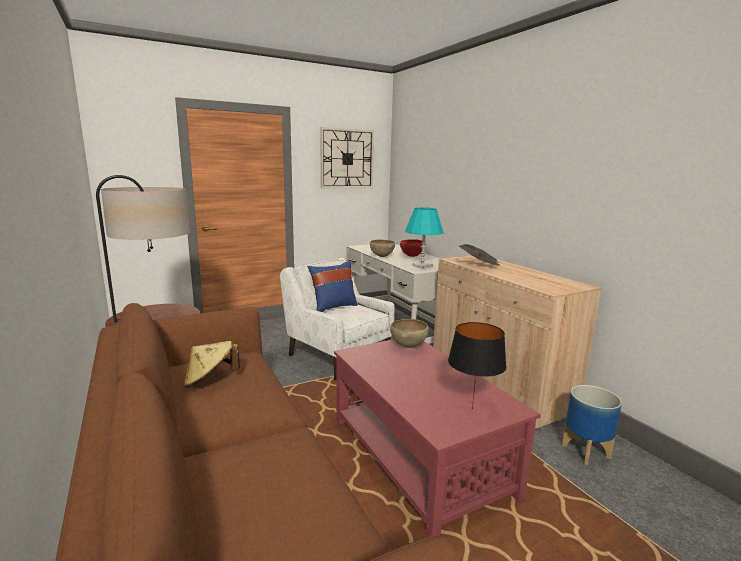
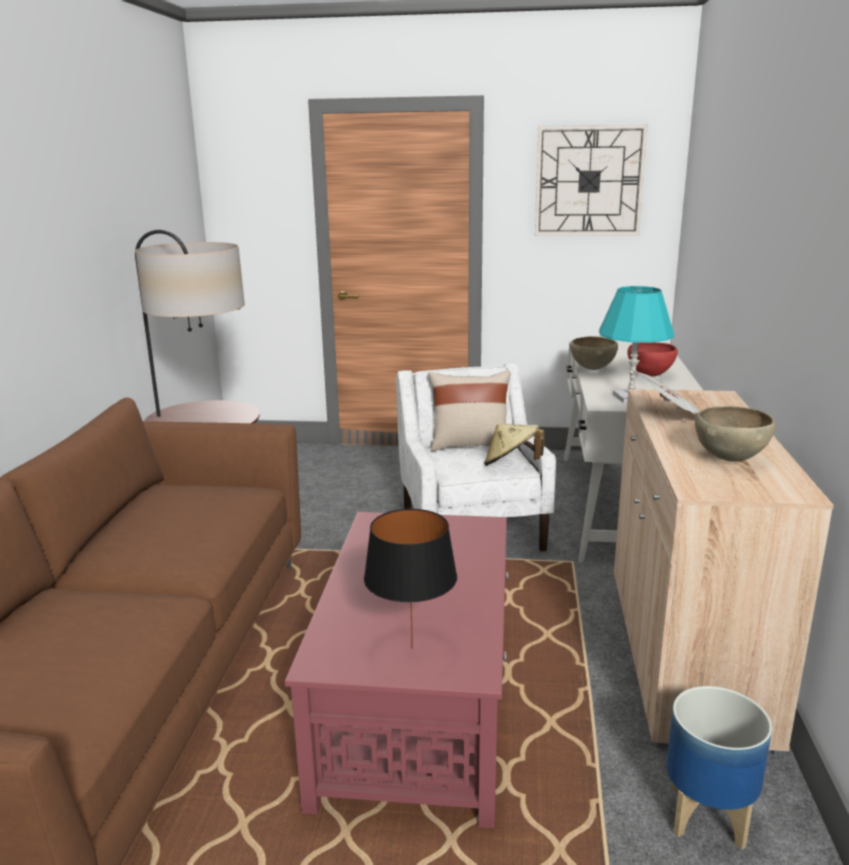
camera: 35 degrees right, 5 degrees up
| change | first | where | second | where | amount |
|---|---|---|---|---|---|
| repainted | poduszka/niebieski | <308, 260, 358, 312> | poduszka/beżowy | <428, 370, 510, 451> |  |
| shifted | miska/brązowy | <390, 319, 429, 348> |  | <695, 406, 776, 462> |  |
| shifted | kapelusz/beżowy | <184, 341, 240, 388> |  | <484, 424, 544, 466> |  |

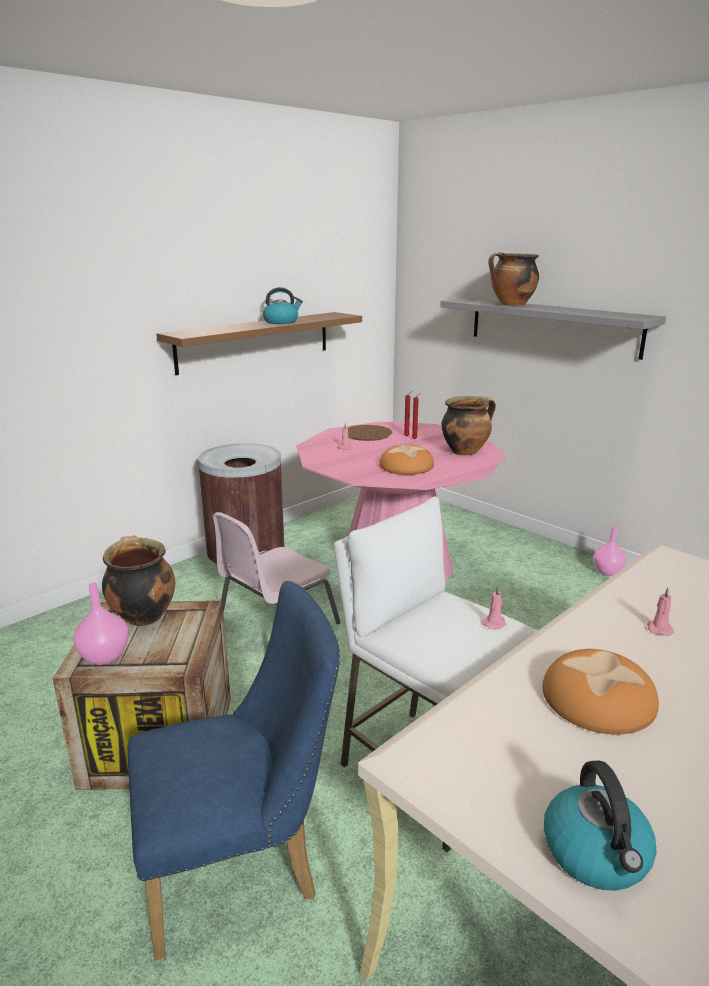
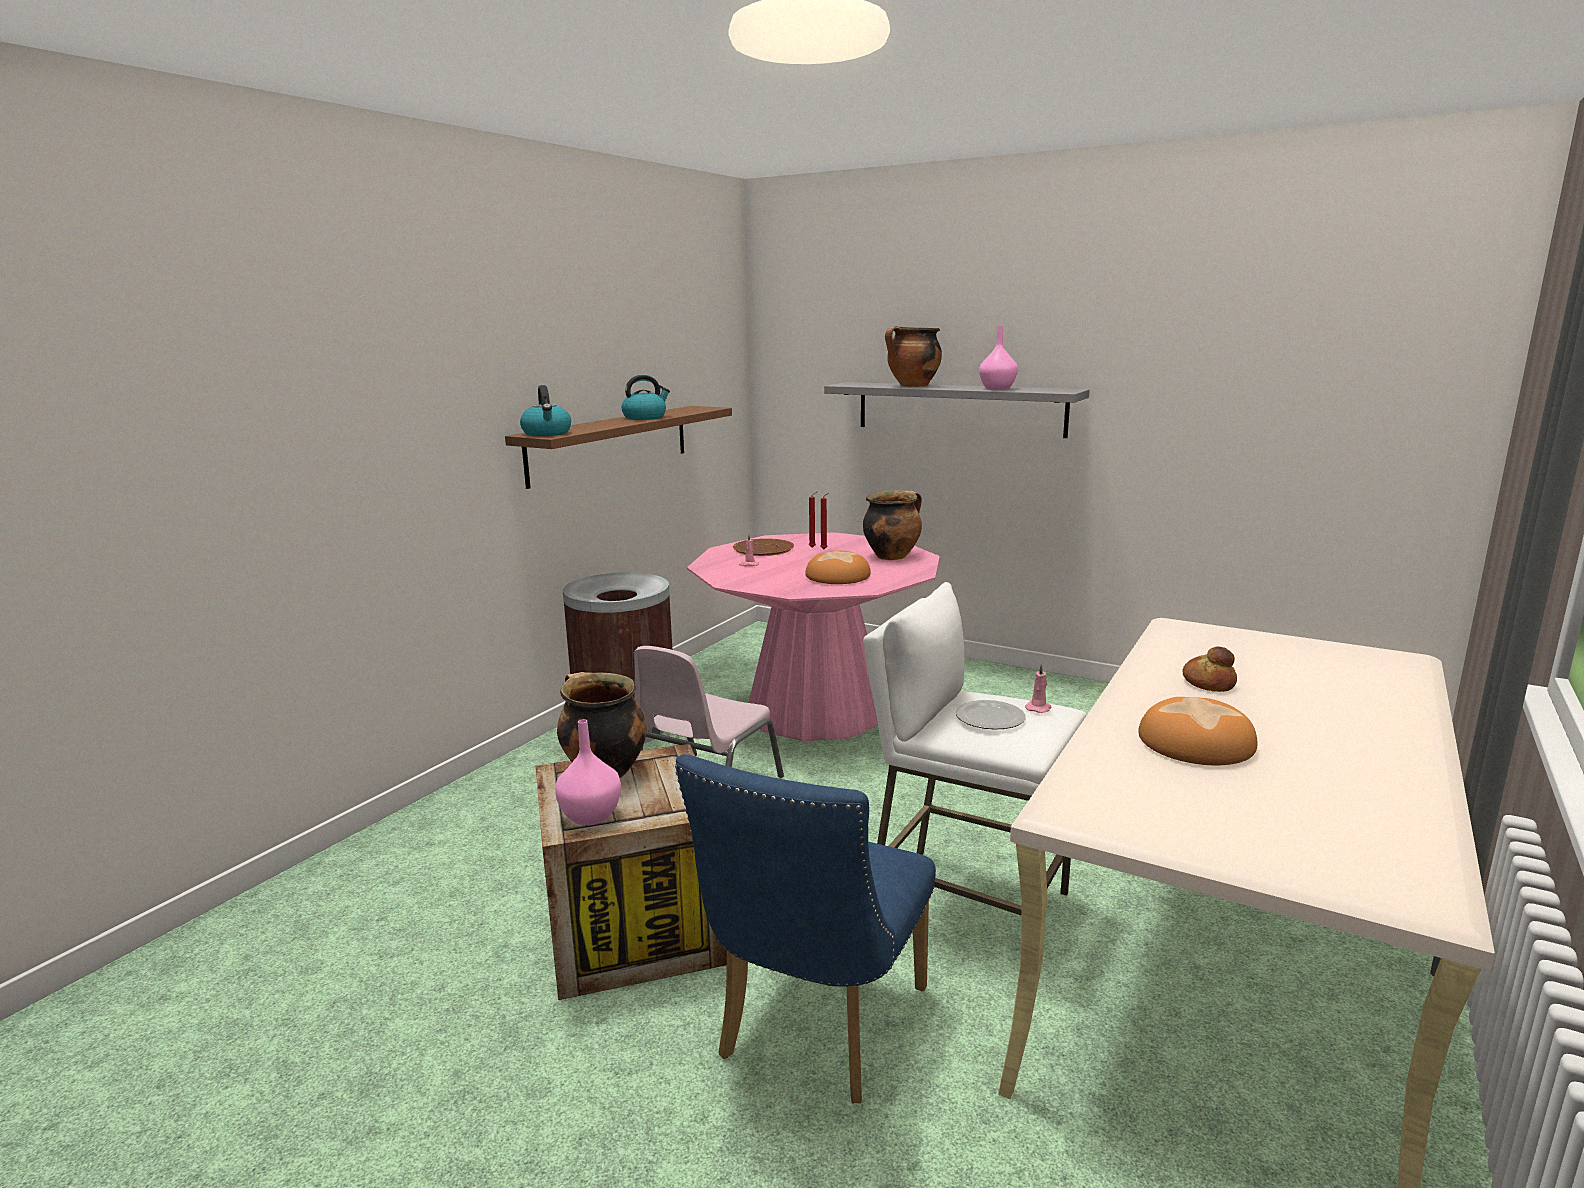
camera: 15 degrees left, 5 degrees down
| change | first | where | second | where | amount |
|---|---|---|---|---|---|
| shifted | wazon/różowy | <593, 526, 626, 576> |  | <979, 326, 1018, 390> |  |
| rotated | krzesło/niebieski | <128, 581, 340, 960> |  | <675, 754, 936, 1103> | 150 degrees clockwise |
| swapped | świeca/różowy | <647, 588, 674, 636> | chleb | <1182, 647, 1237, 692> |  |
| shifted | czajnik | <544, 761, 657, 891> |  | <520, 385, 571, 436> |  |
| new |  |  | talerz | <956, 700, 1026, 729> |  |

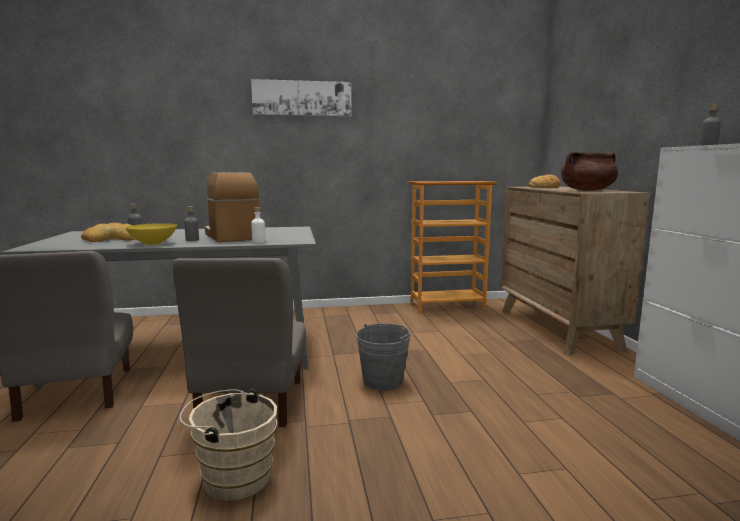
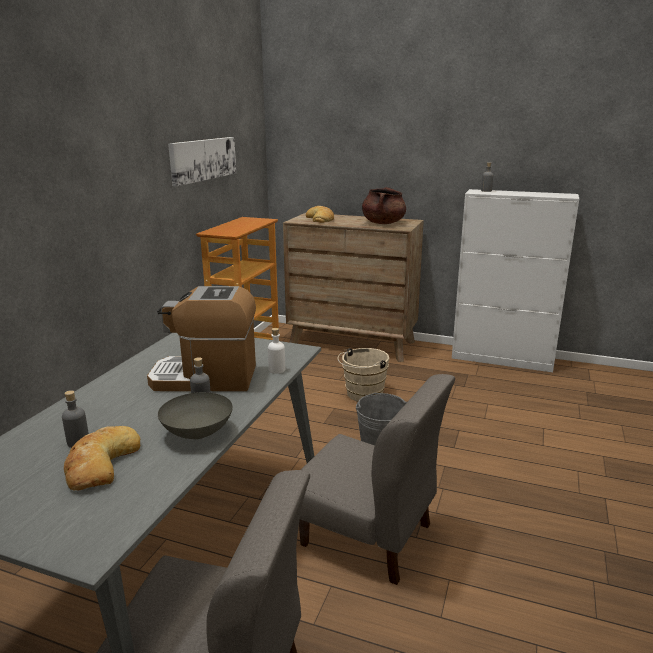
camera: 60 degrees left, 10 degrees up
| change | first | where | second | where | amount |
|---|---|---|---|---|---|
| shifted | obraz | <251, 79, 351, 116> |  | <168, 137, 236, 186> |  |
| repainted | miska/żółty | <125, 223, 177, 245> | miska/szary | <158, 392, 233, 439> |  |
| shifted | wiadro/beżowy | <179, 389, 277, 501> |  | <338, 348, 389, 402> |  |

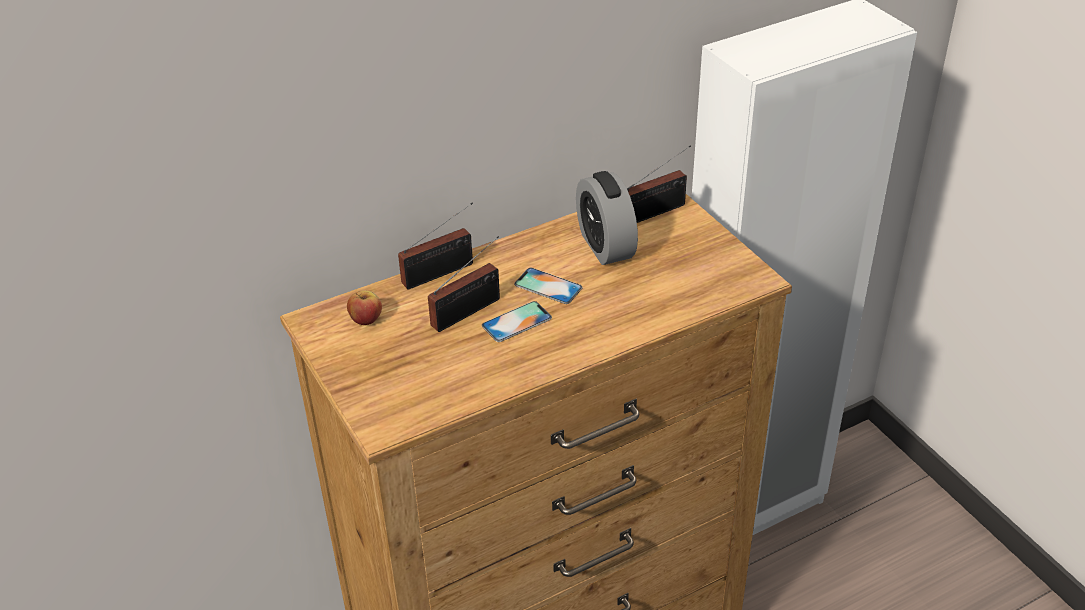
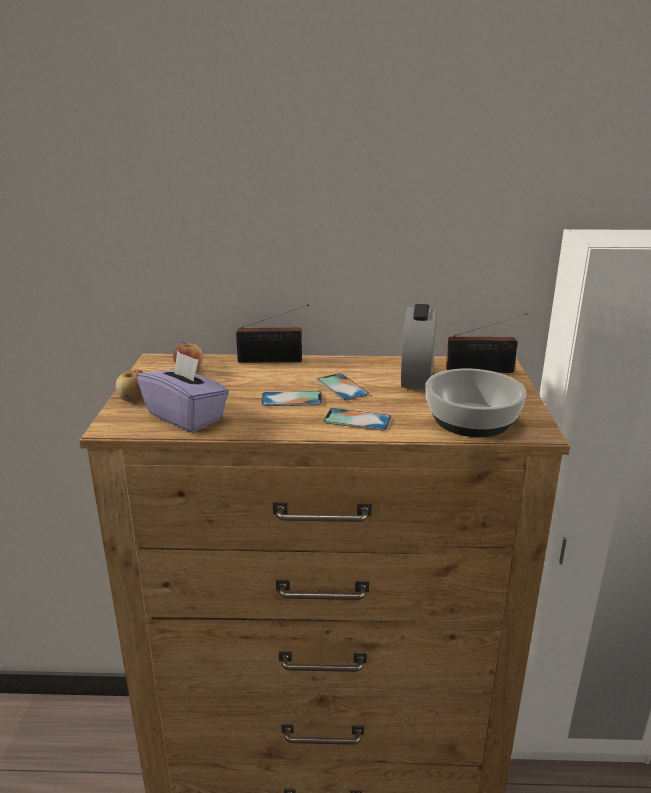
camera: 30 degrees right, 15 degrees down
| change | first | where | second | where | amount |
|---|---|---|---|---|---|
| gone | radio | <428, 236, 500, 332> |  |  |  |
| new |  |  | pudełko chusteczek/fioletowy | <137, 351, 229, 432> |  |
| new |  |  | miska | <425, 368, 526, 437> |  |
| new |  |  | jabłko | <116, 370, 144, 402> |  |
| new |  |  | telefon | <323, 408, 392, 431> |  |

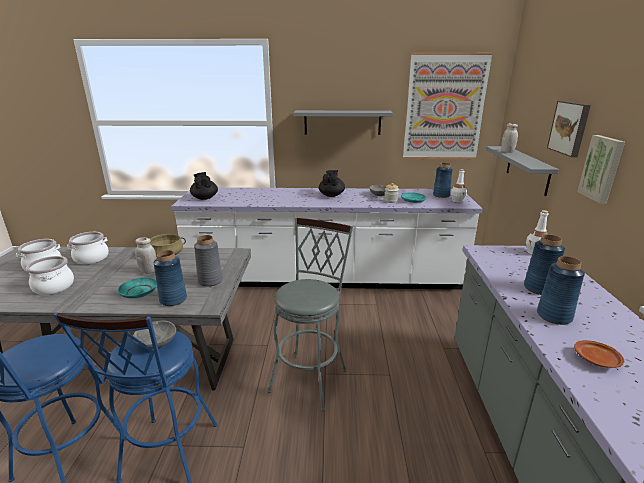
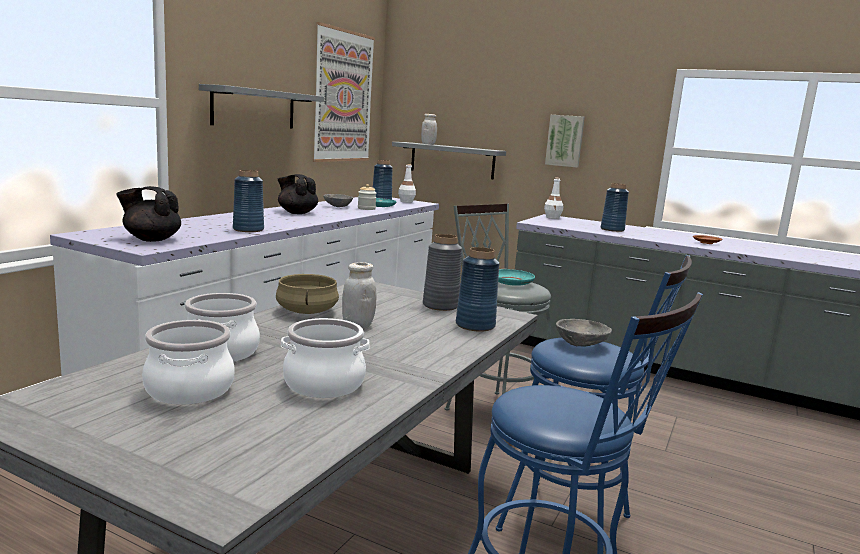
camera: 65 degrees left, 10 degrees down
| change | first | where | second | where | amount |
|---|---|---|---|---|---|
| gone | obraz | <547, 101, 591, 157> |  |  |  |
| shifted | wazon/niebieski | <537, 256, 585, 325> |  | <233, 170, 264, 232> |  |
| shifted | talerz/turkusowy | <118, 277, 157, 298> |  | <498, 269, 535, 286> |  |

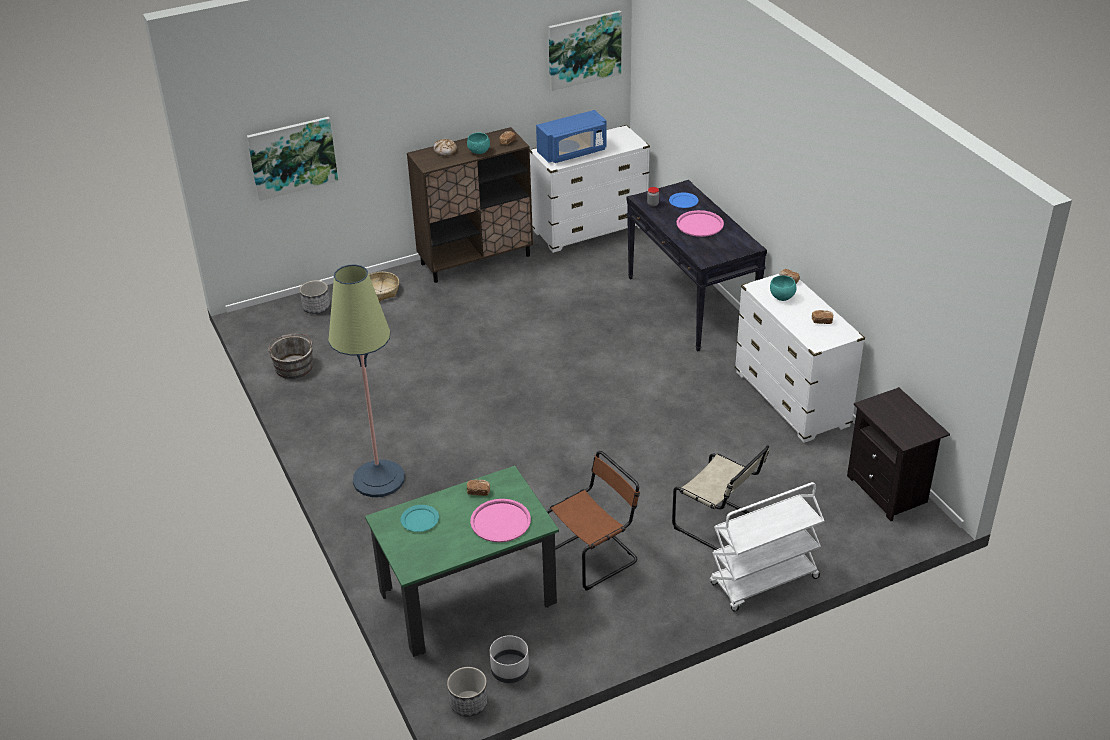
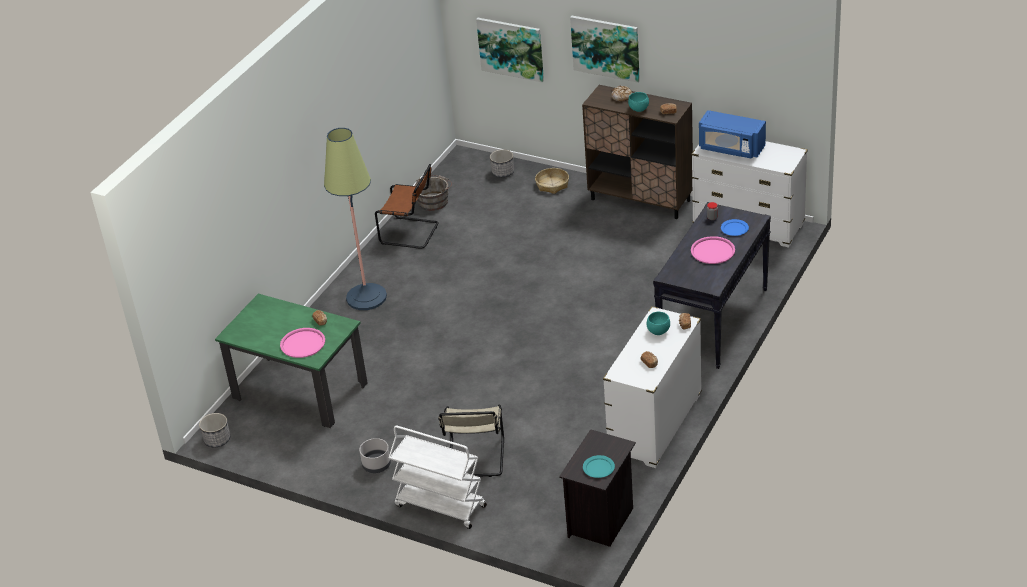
camera: 55 degrees right, 0 degrees up
| change | first | where | second | where | amount |
|---|---|---|---|---|---|
| shifted | obraz | <548, 11, 622, 91> |  | <570, 16, 640, 83> |  |
| shifted | krzesło/brązowy | <547, 451, 640, 591> |  | <375, 164, 439, 249> |  |
| shifted | talerz/turkusowy | <401, 505, 439, 532> |  | <583, 455, 615, 478> |  |
| shifted | donica/szary | <490, 635, 529, 683> |  | <359, 438, 391, 473> |  |

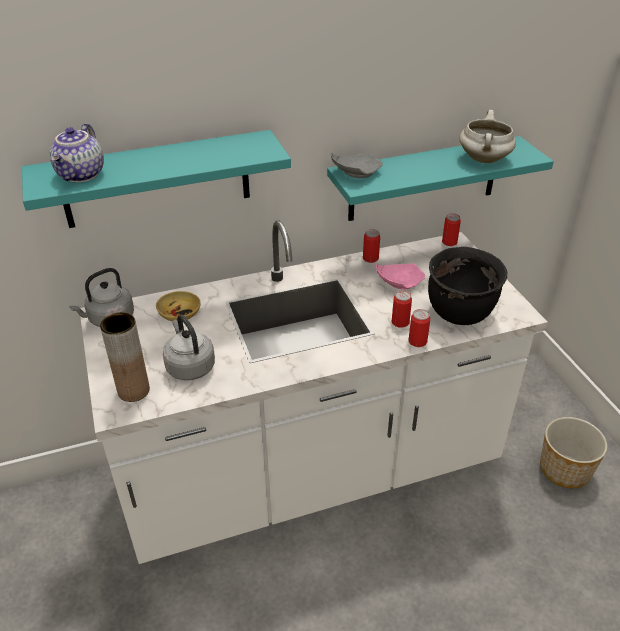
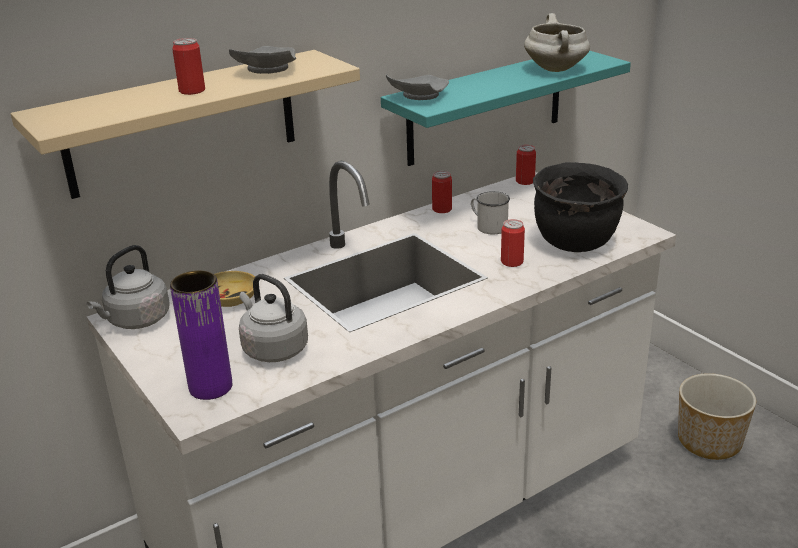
camera: 15 degrees left, 10 degrees down
| change | first | where | second | where | amount |
|---|---|---|---|---|---|
| gone | imbryk | <50, 123, 104, 182> |  |  |  |
| repainted | półka/turkusowy | <22, 130, 291, 228> | półka/beżowy | <11, 50, 360, 199> |  |
| swapped | talerz/różowy | <376, 263, 425, 290> | kubek/biały | <471, 191, 510, 235> |  |
| shifted | puszka | <409, 309, 430, 347> |  | <172, 38, 205, 95> |  |
| repainted | wazon/brązowy | <100, 312, 150, 402> | wazon/fioletowy | <170, 270, 232, 400> |  |
| new |  |  | talerz/szary | <229, 46, 296, 74> |  |

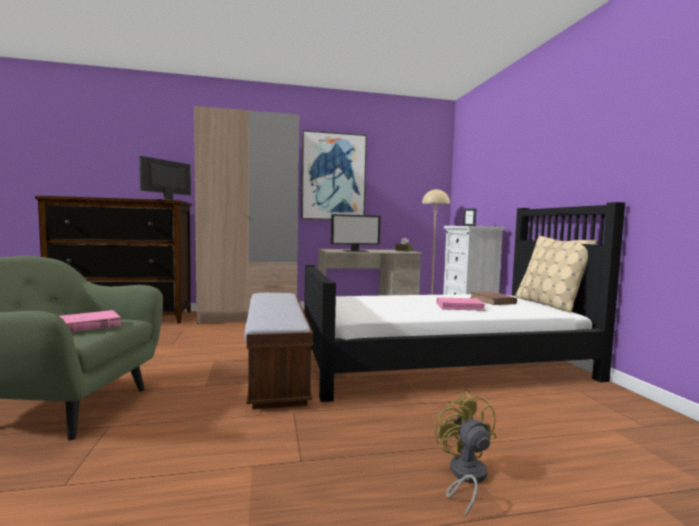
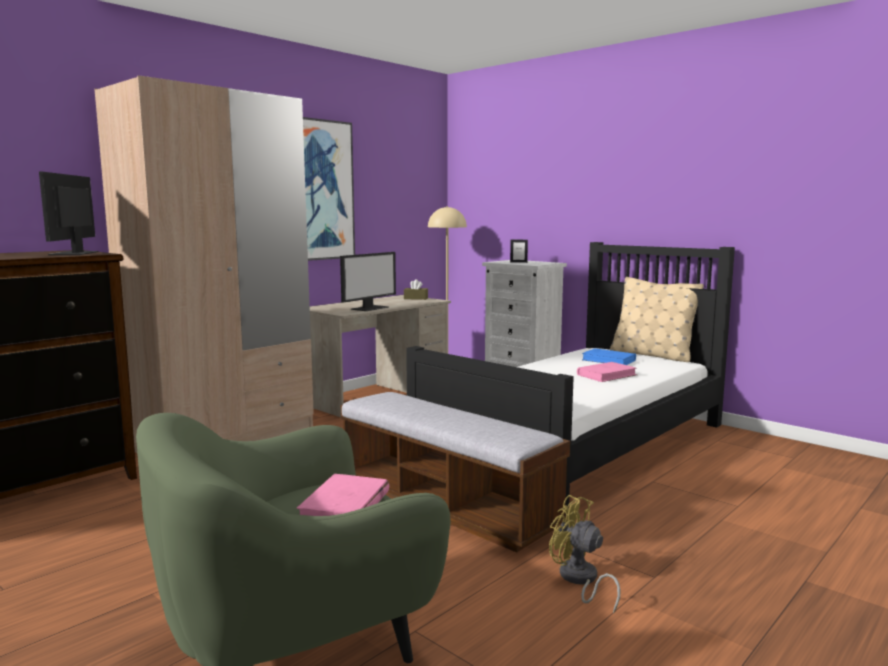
camera: 35 degrees left, 5 degrees up
| change | first | where | second | where | amount |
|---|---|---|---|---|---|
| repainted | książka/brązowy | <470, 291, 517, 305> | książka/niebieski | <582, 348, 636, 365> |  |
| shifted | wentylator/żółty | <435, 391, 496, 517> |  | <549, 495, 620, 614> |  |

